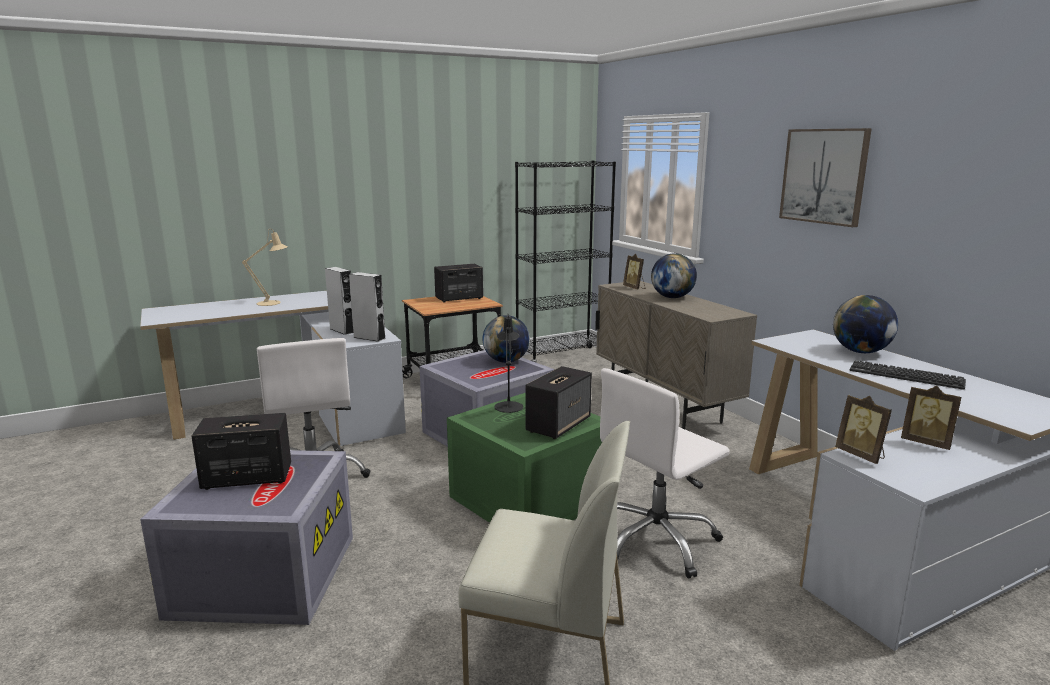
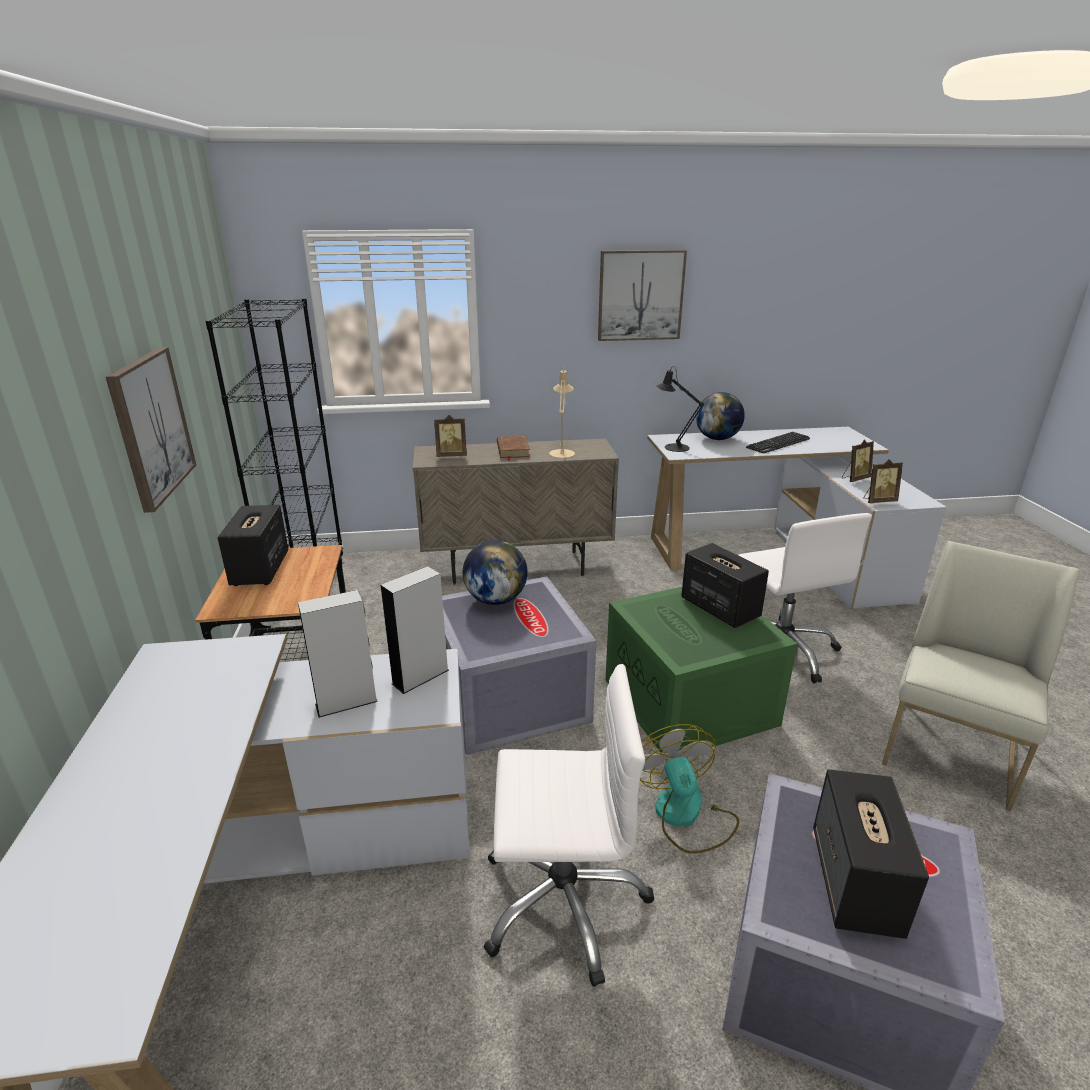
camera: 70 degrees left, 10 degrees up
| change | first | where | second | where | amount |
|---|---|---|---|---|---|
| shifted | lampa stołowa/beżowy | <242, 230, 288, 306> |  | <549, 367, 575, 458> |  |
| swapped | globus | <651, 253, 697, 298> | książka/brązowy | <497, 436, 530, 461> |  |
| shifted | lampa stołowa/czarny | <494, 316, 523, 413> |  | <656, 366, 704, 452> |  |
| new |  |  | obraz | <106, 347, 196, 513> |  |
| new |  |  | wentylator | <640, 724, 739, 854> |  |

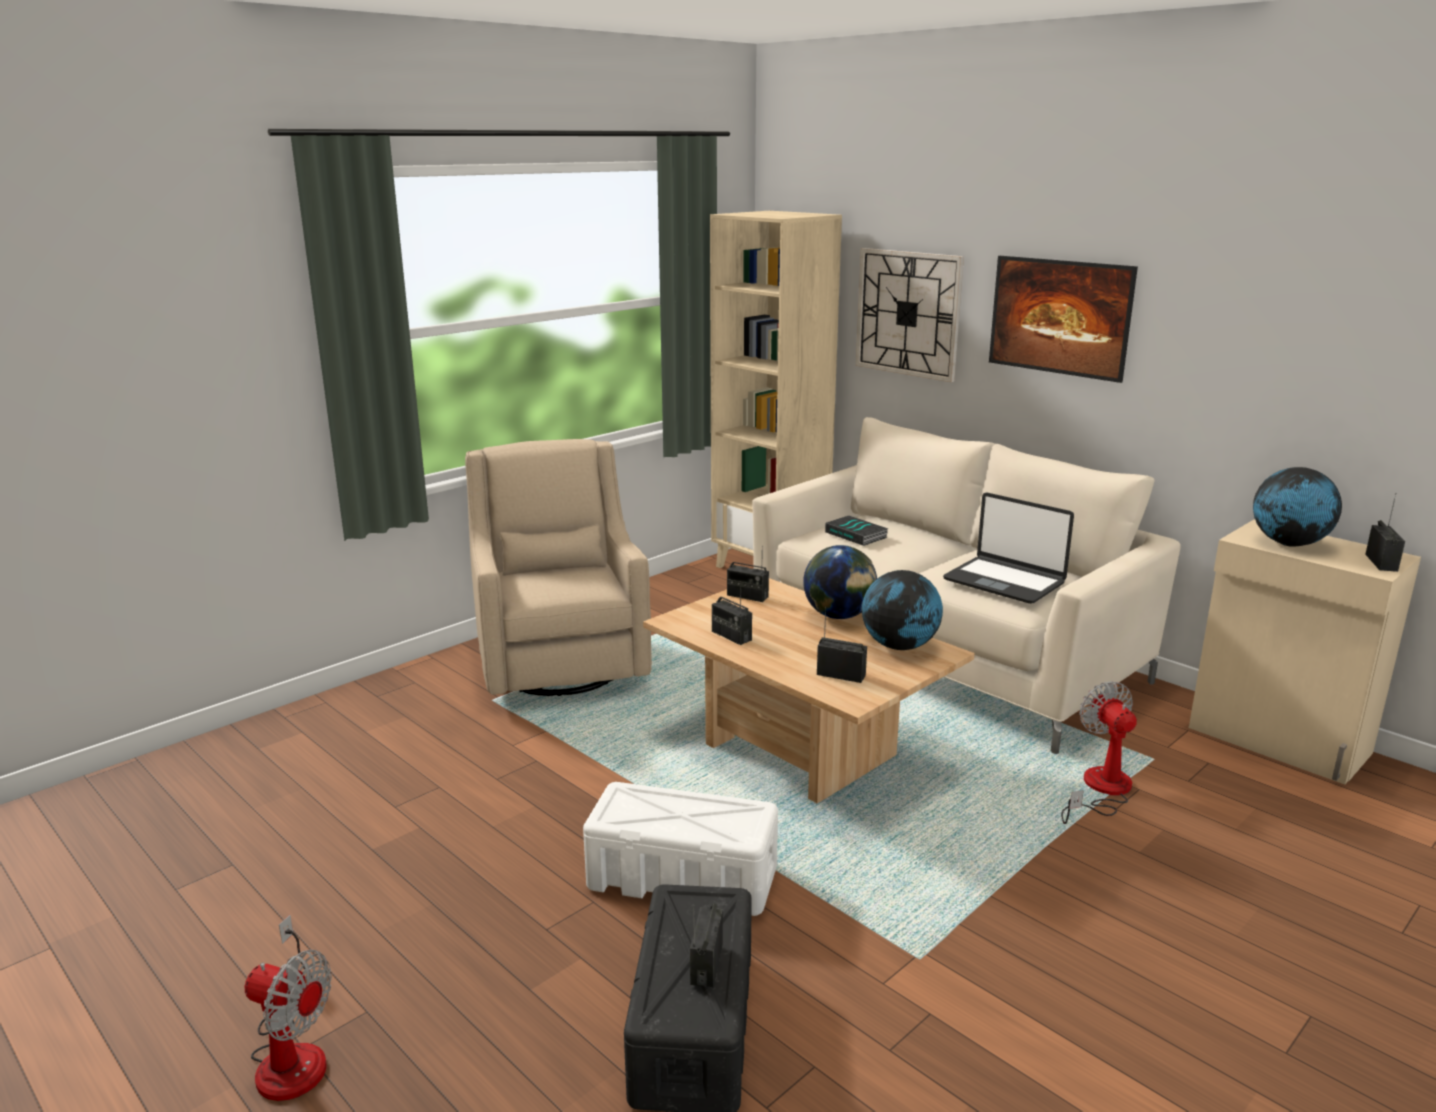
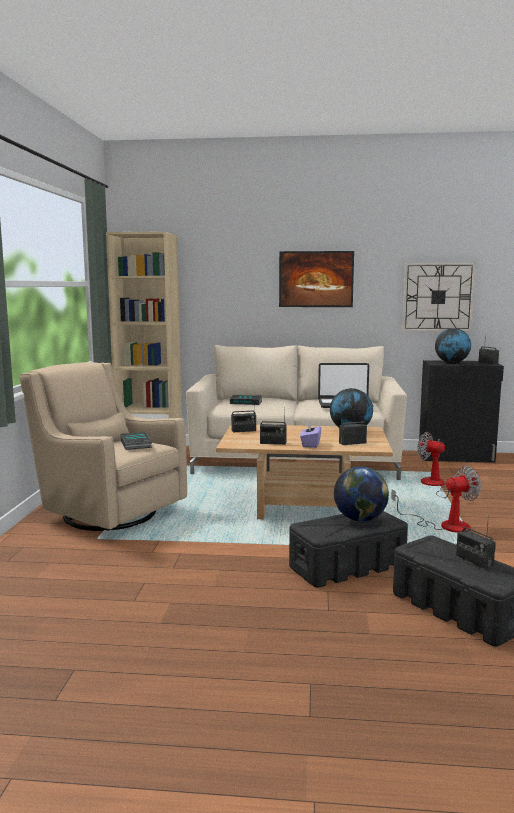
camera: 40 degrees left, 10 degrees down
| change | first | where | second | where | amount |
|---|---|---|---|---|---|
| shifted | zegar ścienny | <856, 248, 964, 382> |  | <402, 262, 476, 332> |  |
| repainted | szafka/beżowy | <1189, 519, 1421, 784> | szafka/czarny | <419, 360, 504, 463> |  |
| shifted | globus | <803, 545, 877, 619> |  | <334, 466, 389, 522> |  |
| repainted | pojemnik do przechowywania/biały | <583, 782, 778, 916> | pojemnik do przechowywania/czarny | <289, 511, 408, 587> |  |
| shifted | wentylator | <244, 915, 332, 1101> |  | <391, 466, 481, 533> |  |
| new |  |  | pudełko chusteczek/fioletowy | <300, 422, 321, 448> |  |
| new |  |  | książka | <120, 432, 152, 450> |  |

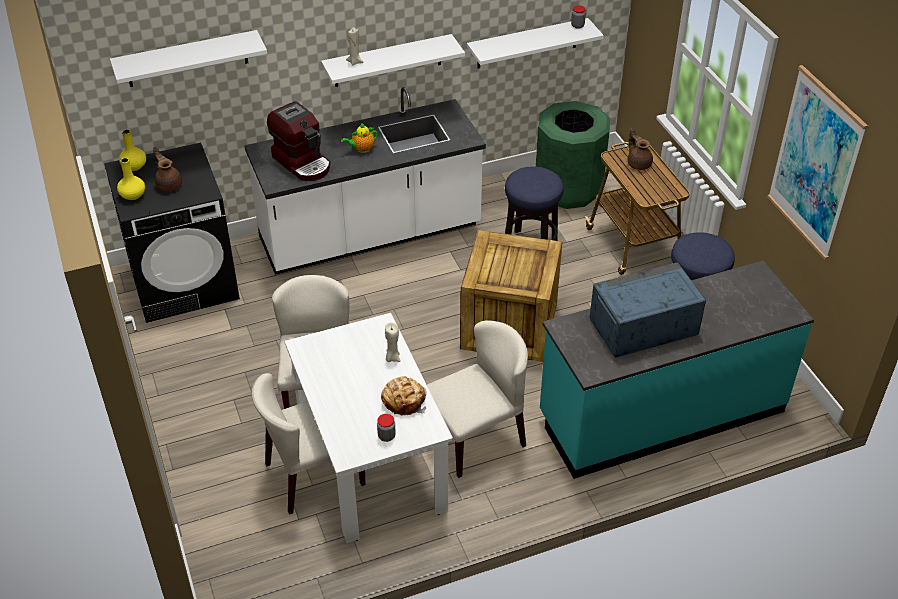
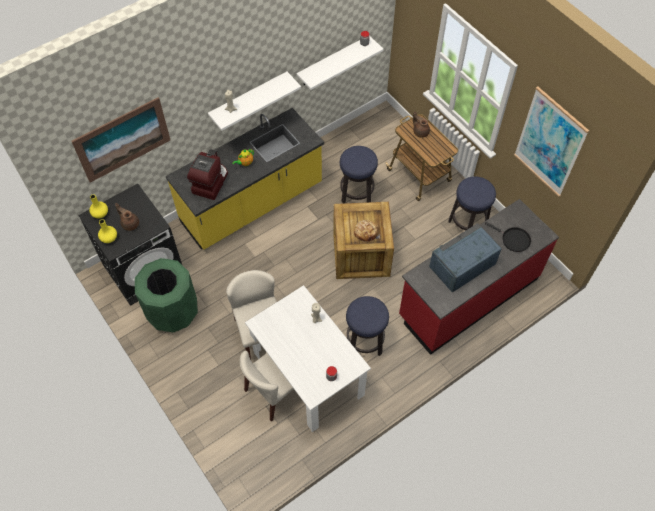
camera: 15 degrees left, 15 degrees up
| change | first | where | second | where | amount |
|---|---|---|---|---|---|
| swapped | półka/biały | <110, 30, 267, 87> | obraz | <71, 97, 170, 183> |  |
| repainted | zabudowa kuchenna/biały | <244, 87, 486, 275> | zabudowa kuchenna/żółty | <166, 108, 324, 250> |  |
| rotated | ekspres do kawy | <267, 101, 330, 181> |  | <187, 149, 228, 200> | 105 degrees counterclockwise |
| shifted | kosz na śmieci/zielony | <536, 101, 610, 209> |  | <135, 258, 198, 332> |  |
| repainted | zabudowa kuchenna/turkusowy | <540, 260, 814, 479> | zabudowa kuchenna/czerwony | <399, 199, 559, 355> |  |
| swapped | krzesło/beżowy | <427, 320, 528, 478> | stołek | <346, 296, 389, 356> |  |
| shifted | chleb | <381, 376, 426, 415> |  | <354, 220, 380, 242> |  |
| new |  |  | patelnia/czarny | <485, 222, 531, 252> |  |

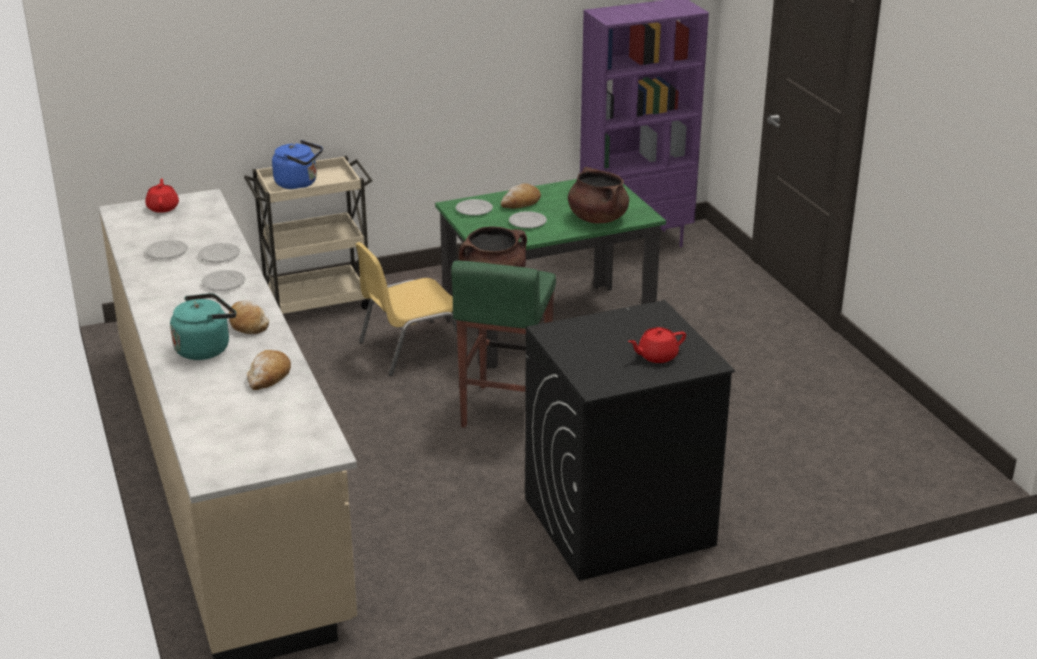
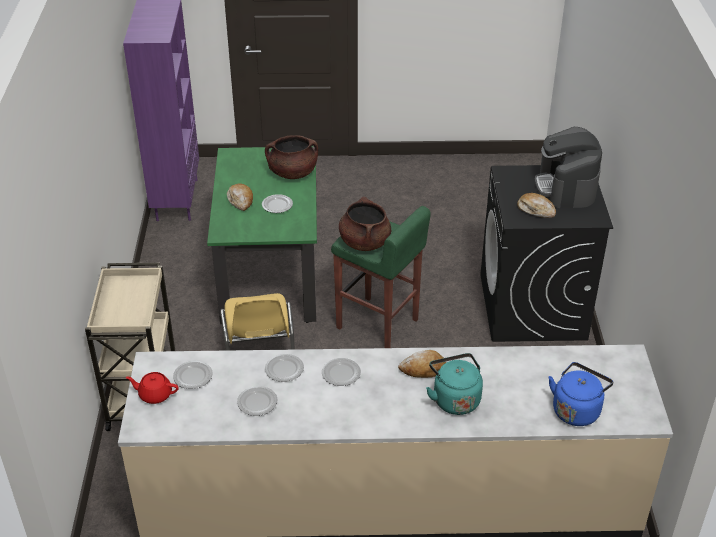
camera: 70 degrees left, 10 degrees up
| change | first | where | second | where | amount |
|---|---|---|---|---|---|
| shifted | czajnik/niebieski | <272, 140, 323, 189> |  | <548, 362, 613, 426> |  |
| shifted | talerz | <456, 199, 493, 215> |  | <173, 361, 213, 389> |  |
| swapped | imbryk/czerwony | <628, 327, 686, 363> | ekspres do kawy | <534, 127, 602, 208> |  |
| shifted | chleb | <247, 350, 291, 390> |  | <517, 193, 556, 218> |  |

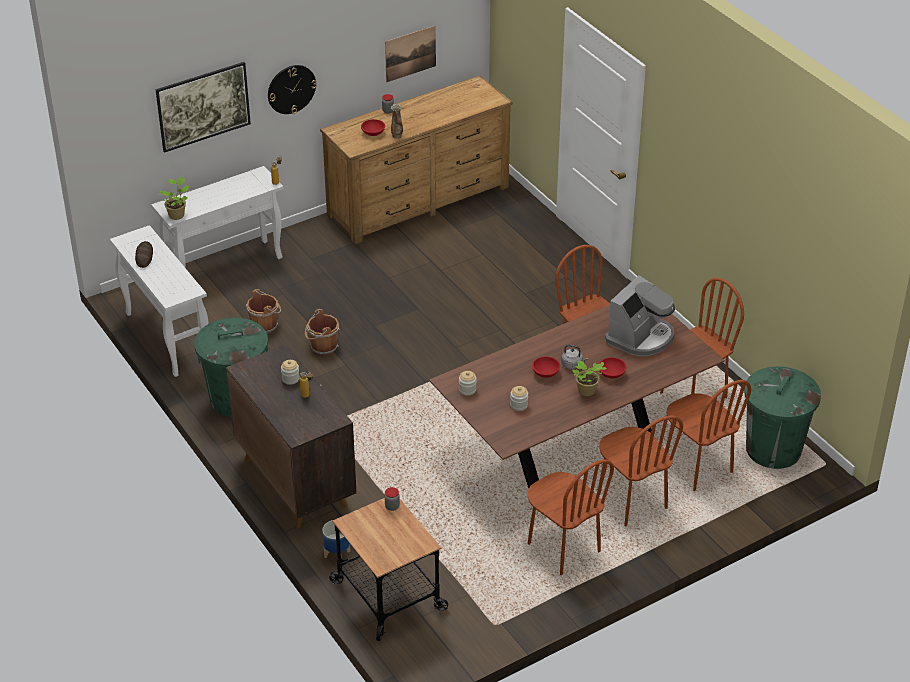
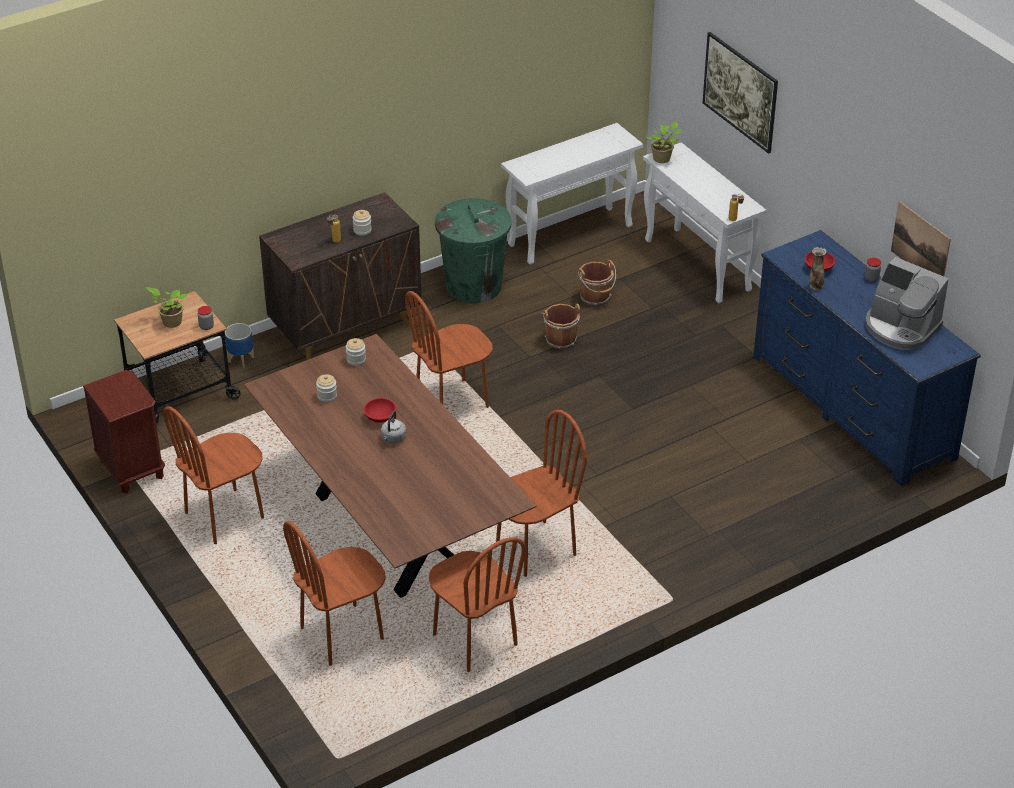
camera: 90 degrees right, 0 degrees up
| change | first | where | second | where | amount |
|---|---|---|---|---|---|
| gone | zegar ścienny | <268, 65, 317, 114> |  |  |  |
| repainted | komoda/brązowy | <320, 76, 512, 244> | komoda/niebieski | <753, 230, 981, 486> |  |
| gone | chleb | <135, 241, 153, 268> |  |  |  |
| shifted | ekspres do kawy | <605, 275, 675, 356> |  | <865, 257, 949, 350> |  |
| gone | miska/czerwony | <599, 357, 626, 378> |  |  |  |
| shifted | roślina doniczkowa | <572, 360, 607, 396> |  | <146, 287, 188, 328> |  |
| gone | kosz na śmieci/zielony | <744, 367, 821, 469> |  |  |  |
| shifted | krzesło/brązowy | <599, 415, 683, 526> |  | <405, 291, 493, 408> |  |
| new |  |  | szafka nocna/brązowy | <83, 370, 165, 493> |  |

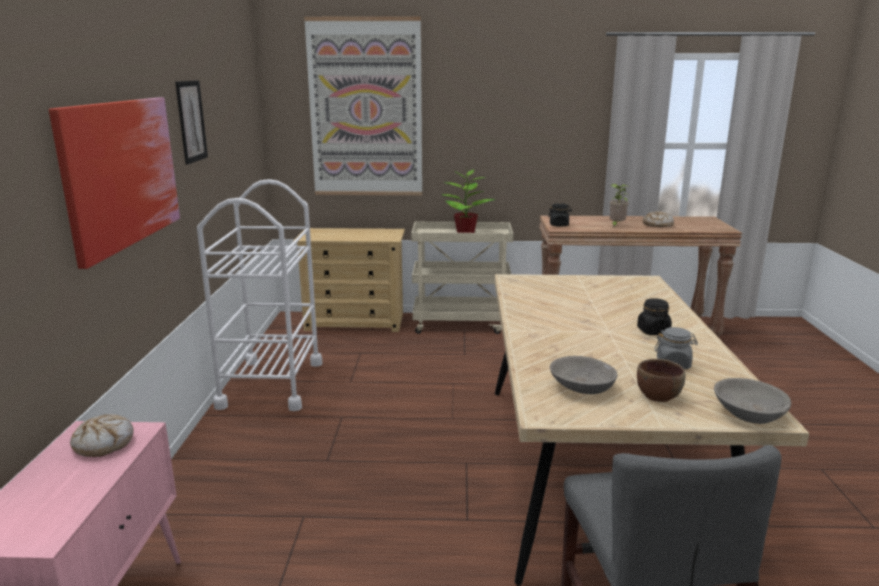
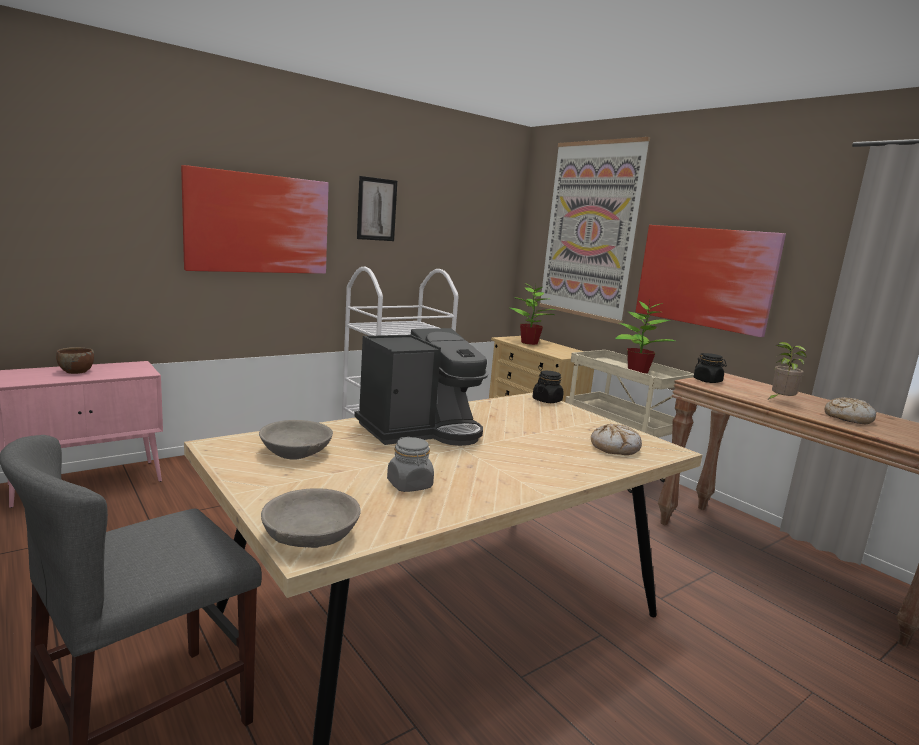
camera: 50 degrees right, 5 degrees down
| change | first | where | second | where | amount |
|---|---|---|---|---|---|
| shifted | słoik/czarny | <637, 298, 672, 335> |  | <532, 371, 564, 403> |  |
| shifted | miska/brązowy | <637, 359, 686, 402> |  | <56, 347, 94, 374> |  |
| shifted | chleb | <70, 414, 134, 457> |  | <591, 423, 642, 455> |  |
| new |  |  | obraz | <636, 225, 786, 337> |  |
| new |  |  | roślina doniczkowa | <510, 283, 555, 345> |  |
| new |  |  | ekspres do kawy | <354, 328, 489, 446> |  |

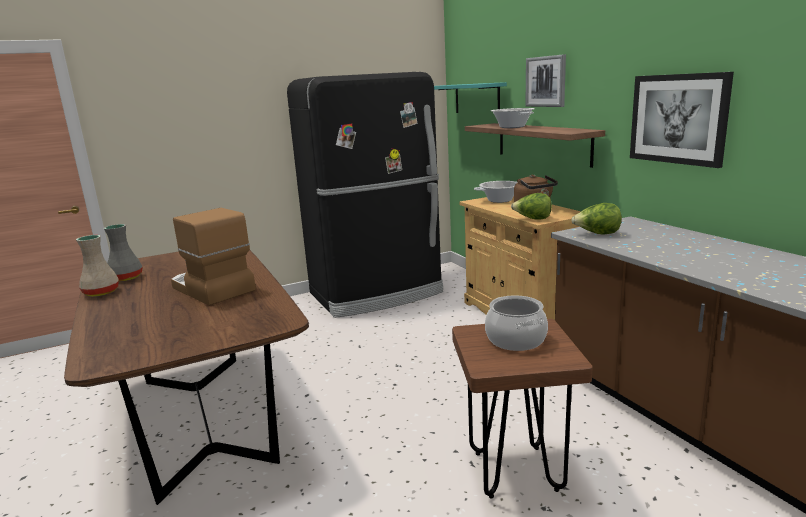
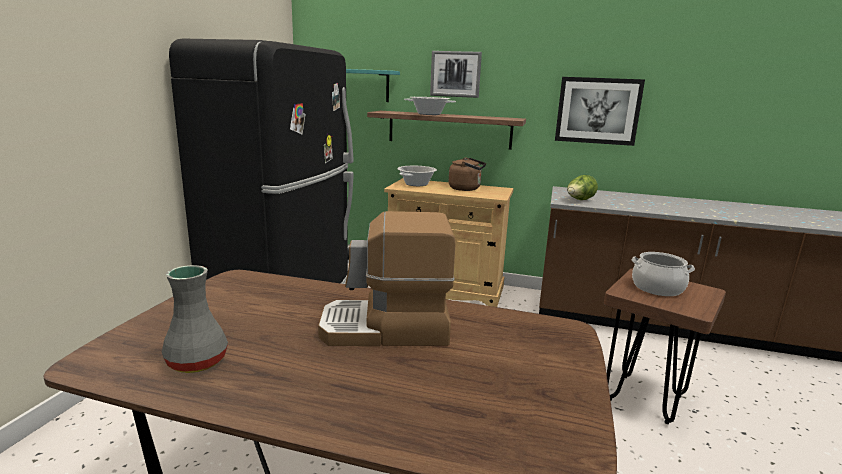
camera: 50 degrees left, 0 degrees up
| change | first | where | second | where | amount |
|---|---|---|---|---|---|
| gone | sałata | <511, 193, 552, 220> |  |  |  |
| gone | wazon/beżowy | <76, 235, 119, 297> |  |  |  |

